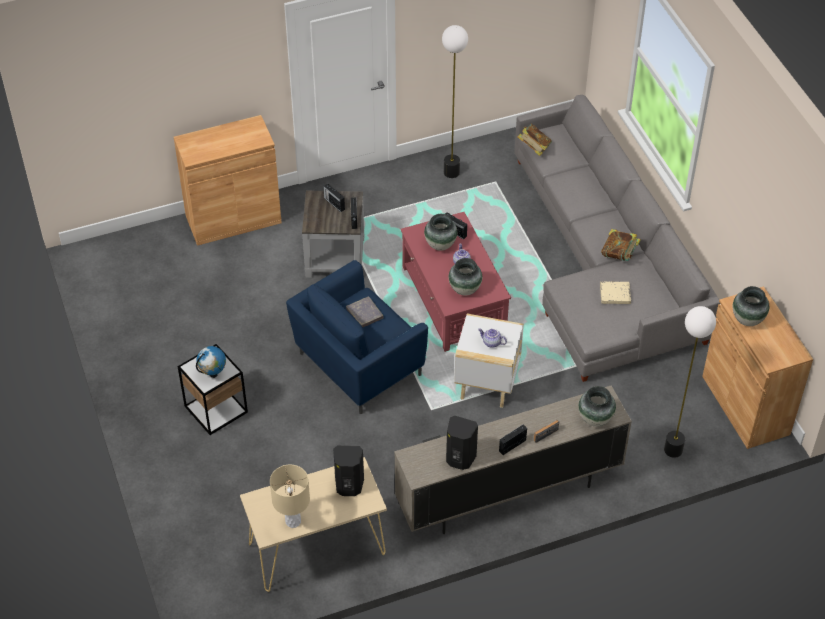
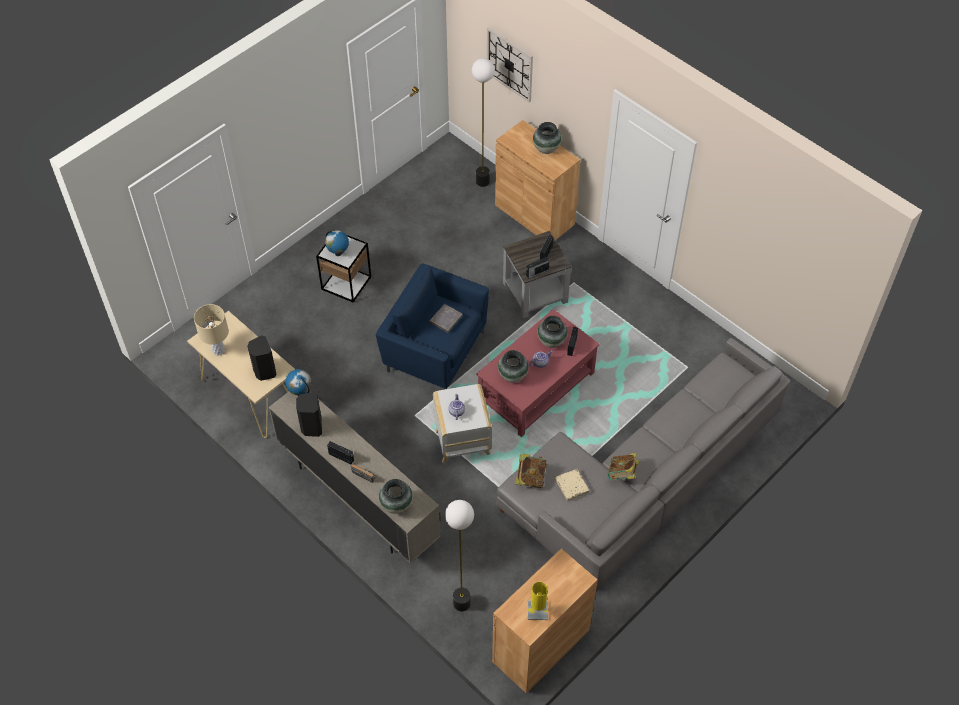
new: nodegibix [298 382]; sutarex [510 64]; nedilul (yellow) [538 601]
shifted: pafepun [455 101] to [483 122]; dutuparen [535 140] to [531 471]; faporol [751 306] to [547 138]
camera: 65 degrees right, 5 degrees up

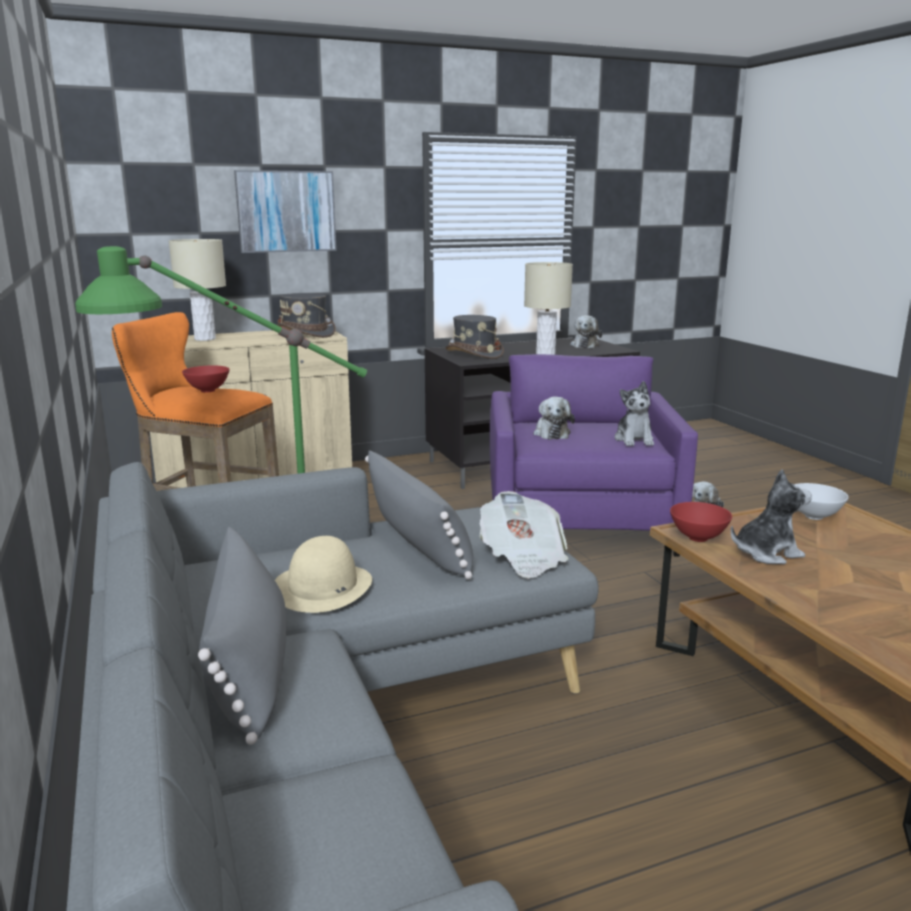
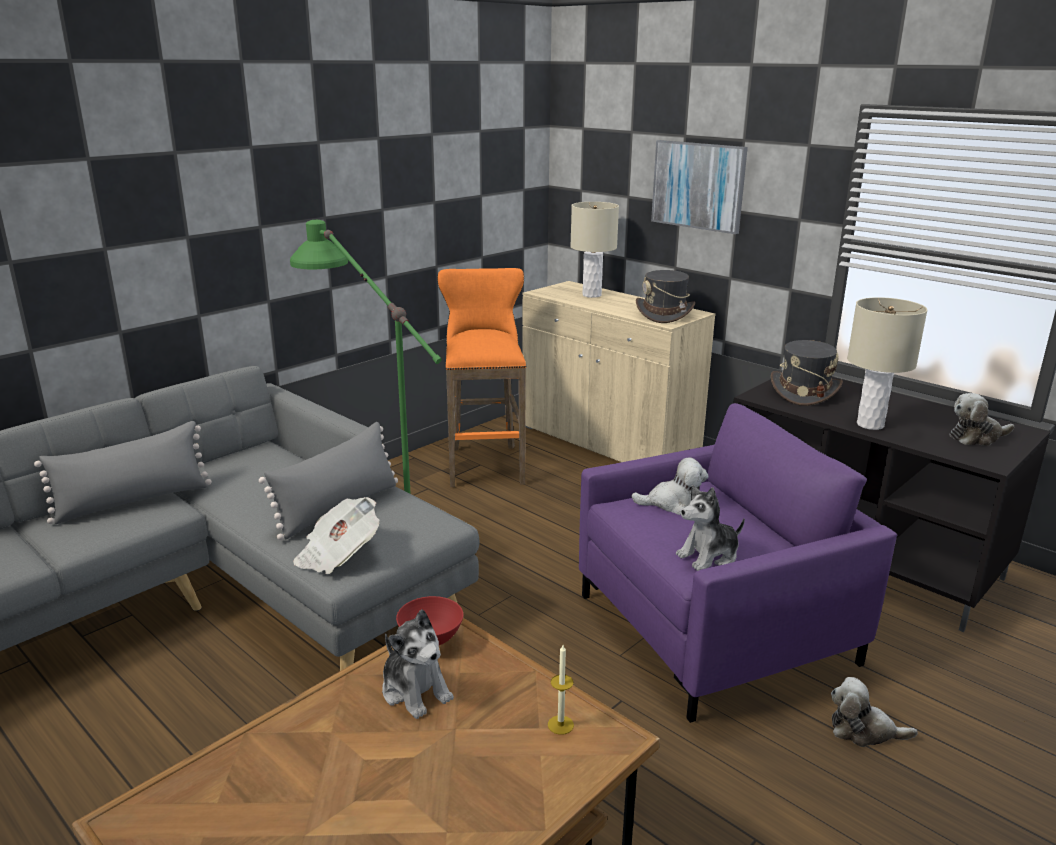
gone: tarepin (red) [206 378]; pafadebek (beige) [323 574]
swapped: tarepin (white) [821 501] to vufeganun [561 690]
rotated: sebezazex [554 418] = [670 486] 150 degrees counterclockwise
camera: 65 degrees right, 5 degrees up

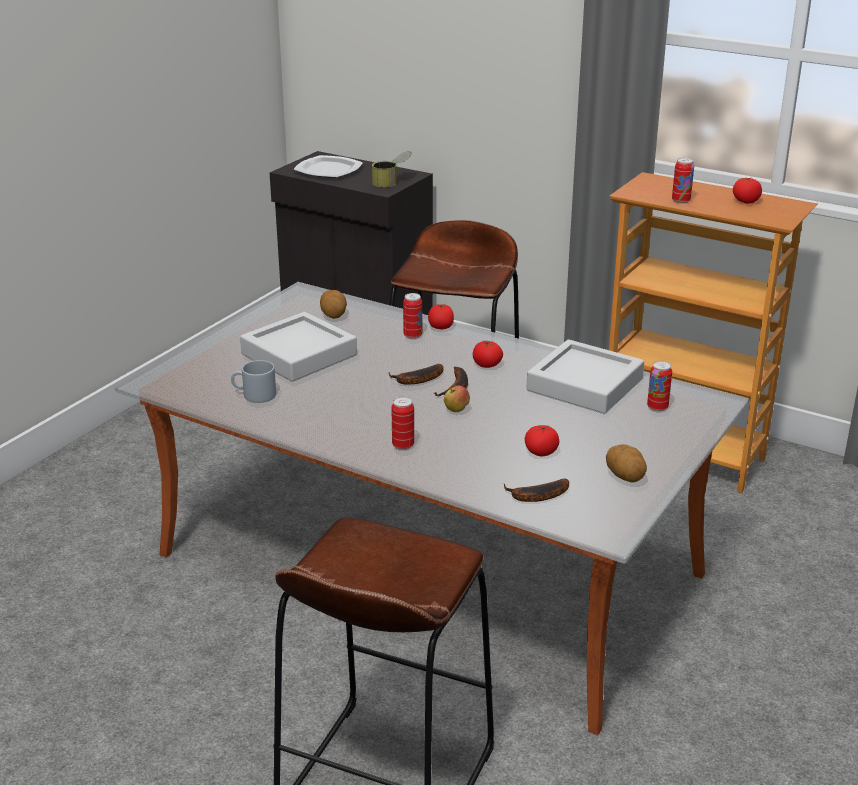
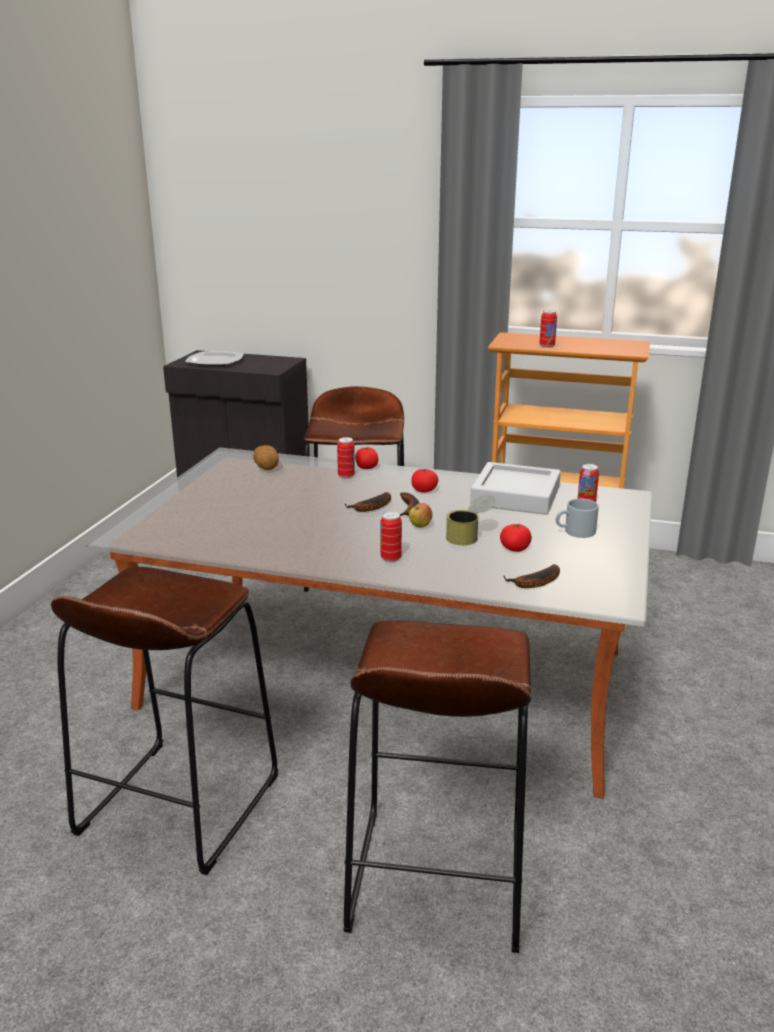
gone: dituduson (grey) [298 346]; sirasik [626 463]; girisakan [747 191]
new: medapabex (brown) [164 721]
shifted: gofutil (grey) [253 381] to [577 518]; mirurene [392 169] to [470 520]
camera: 15 degrees left, 5 degrees down

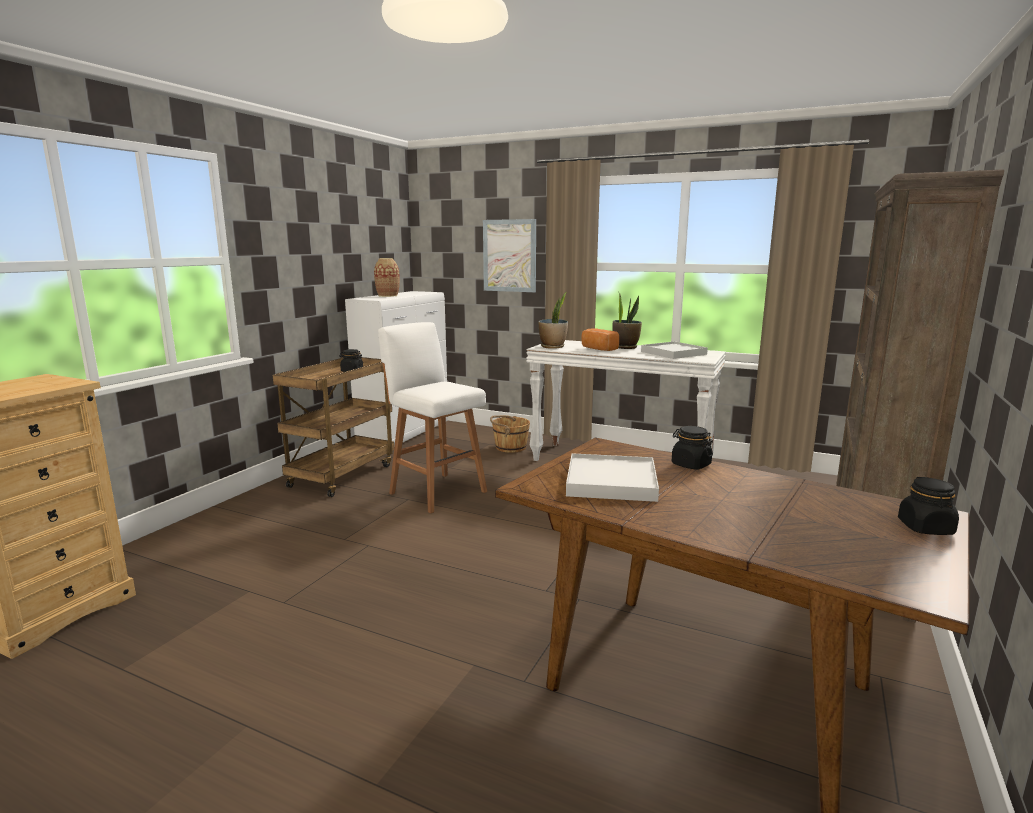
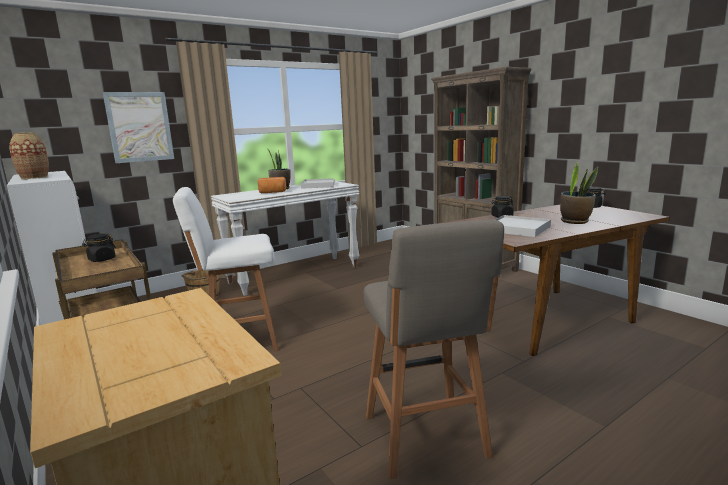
new: medapabex (grey) [434 350]
shifted: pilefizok [553 320] to [579 192]
camera: 60 degrees left, 0 degrees up

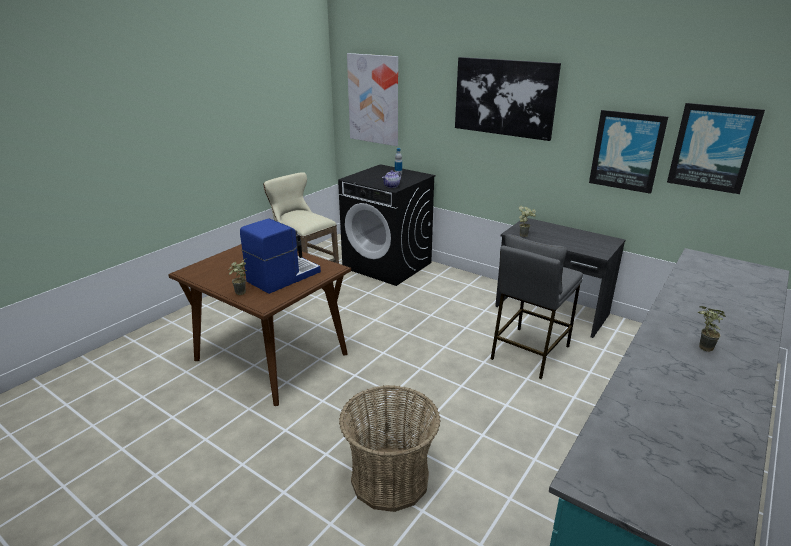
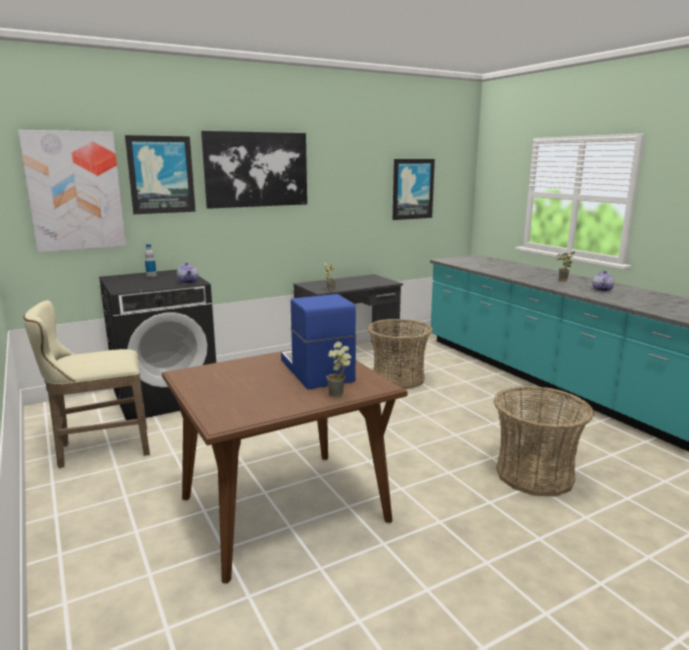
new: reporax [603 281]
shifted: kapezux [628 152] to [160 174]
swapped: medapabex (grey) [537 306] to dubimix [400 354]
camera: 65 degrees left, 10 degrees down

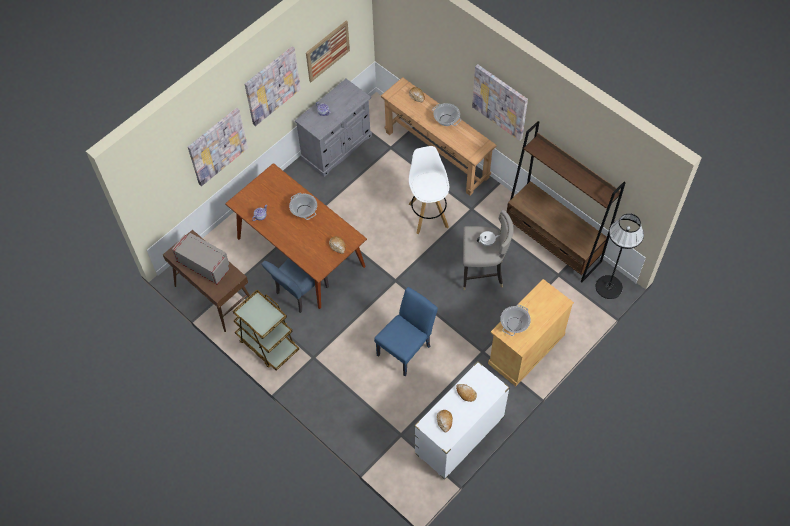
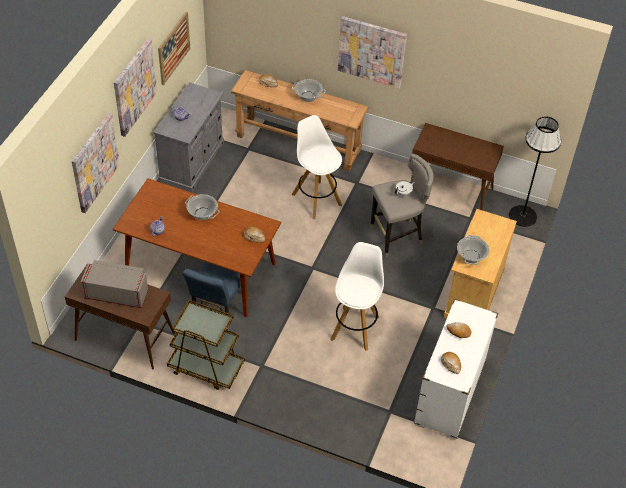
swapped: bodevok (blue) [406 331] to medapabex (white) [357 296]; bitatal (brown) [566 201] to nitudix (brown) [458 166]
camera: 25 degrees left, 10 degrees down

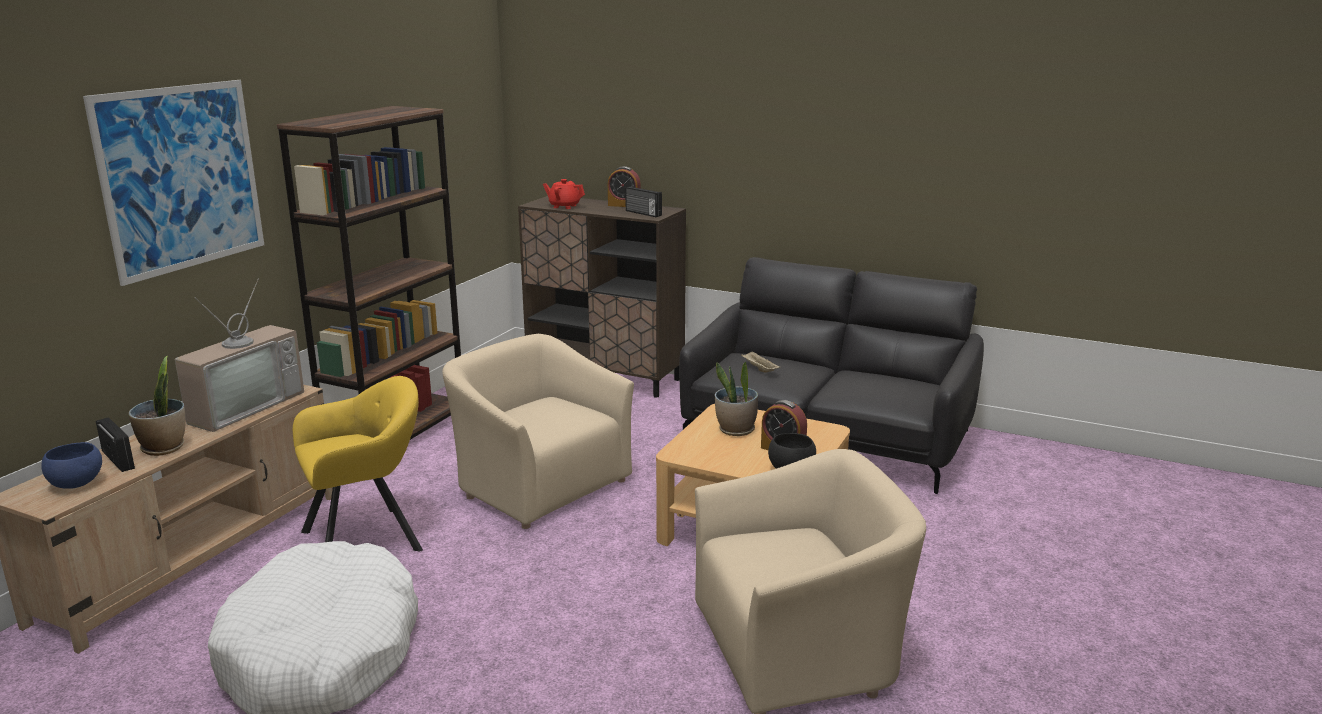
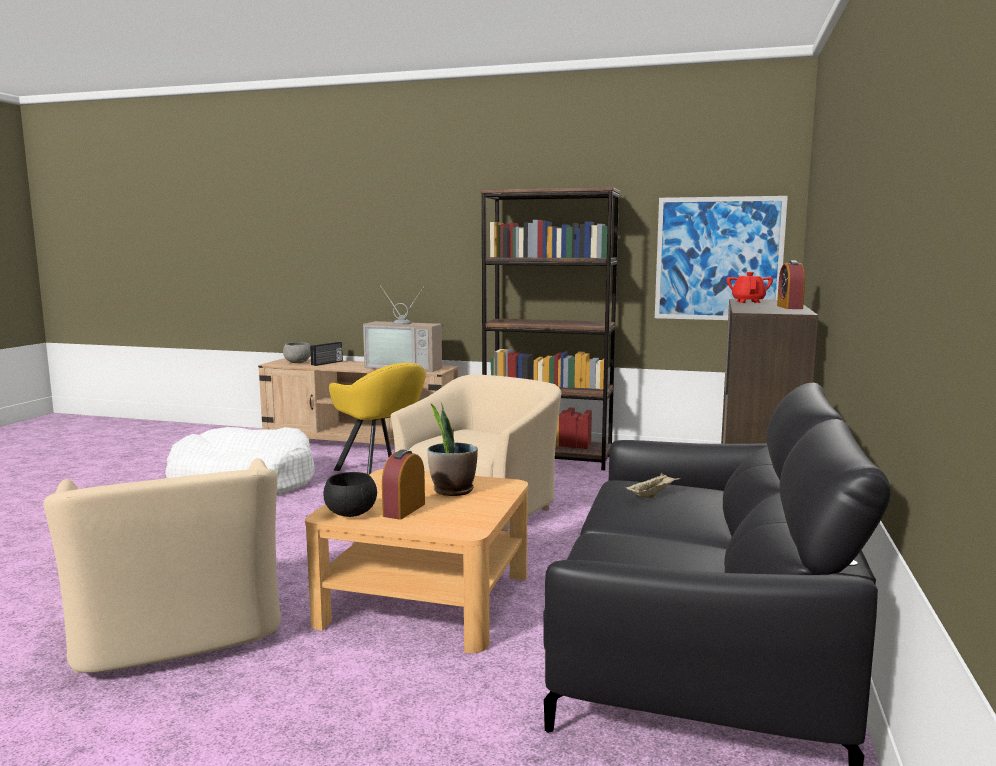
gone: pilefizok [157 406]; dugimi [643 201]
shifted: kapezux [173 183] to [721 258]
repainted: tarepin (blue) [71 465] to tarepin (grey) [297 352]
camera: 80 degrees right, 10 degrees down

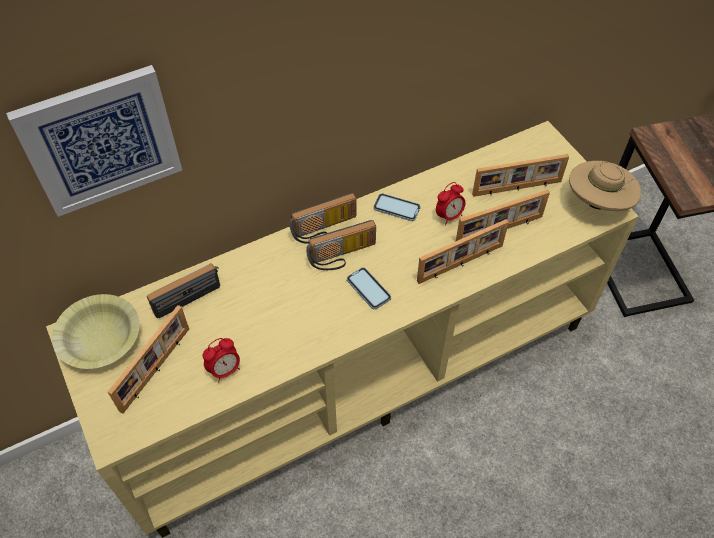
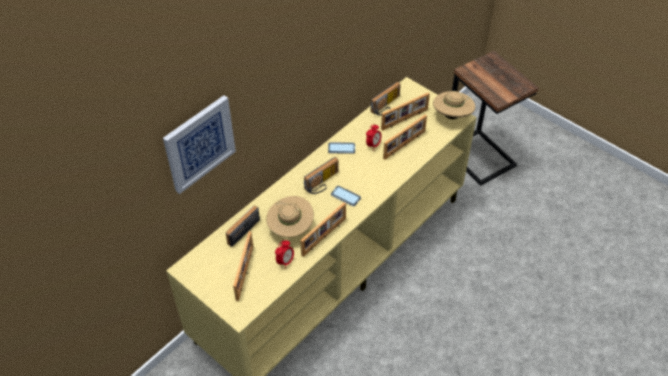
gone: tarepin (yellow) [96 331]
new: pafadebek (beige) [290 216]
shifted: dugimi [323 218] to [386 98]; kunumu [463 251] to [323 229]
camera: 20 degrees left, 5 degrees down

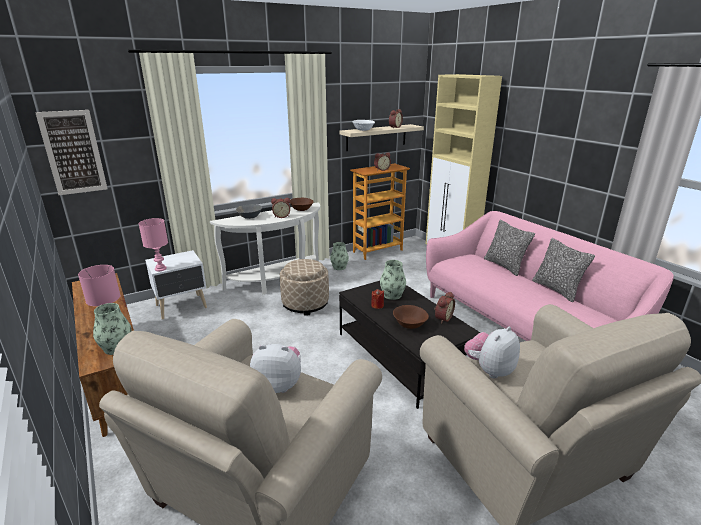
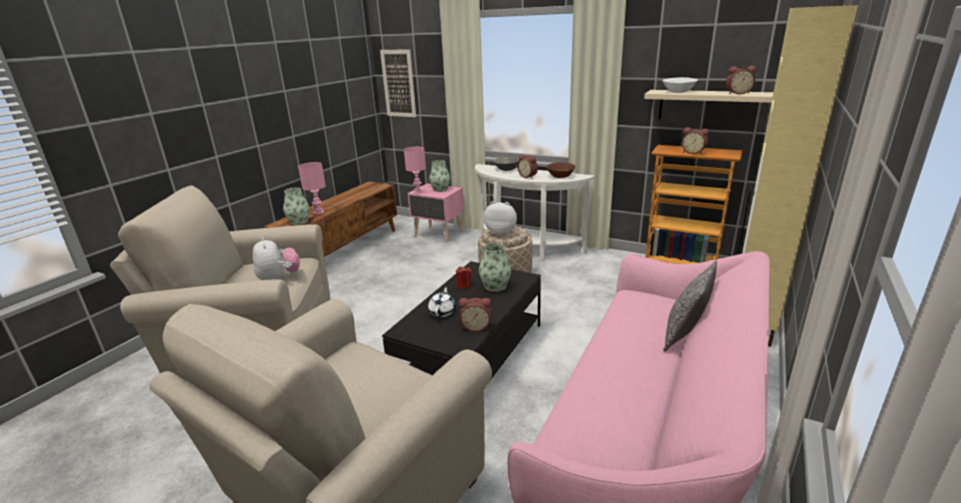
gone: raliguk [563 270]
shifted: faporol [339 256] to [439 176]; sebezazex [492 353] to [500 218]
swapped: tarepin (brown) [411 317] to reporax (white) [442 301]
repainted: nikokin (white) [176 285] to nikokin (pink) [436 213]
camera: 60 degrees right, 0 degrees up

